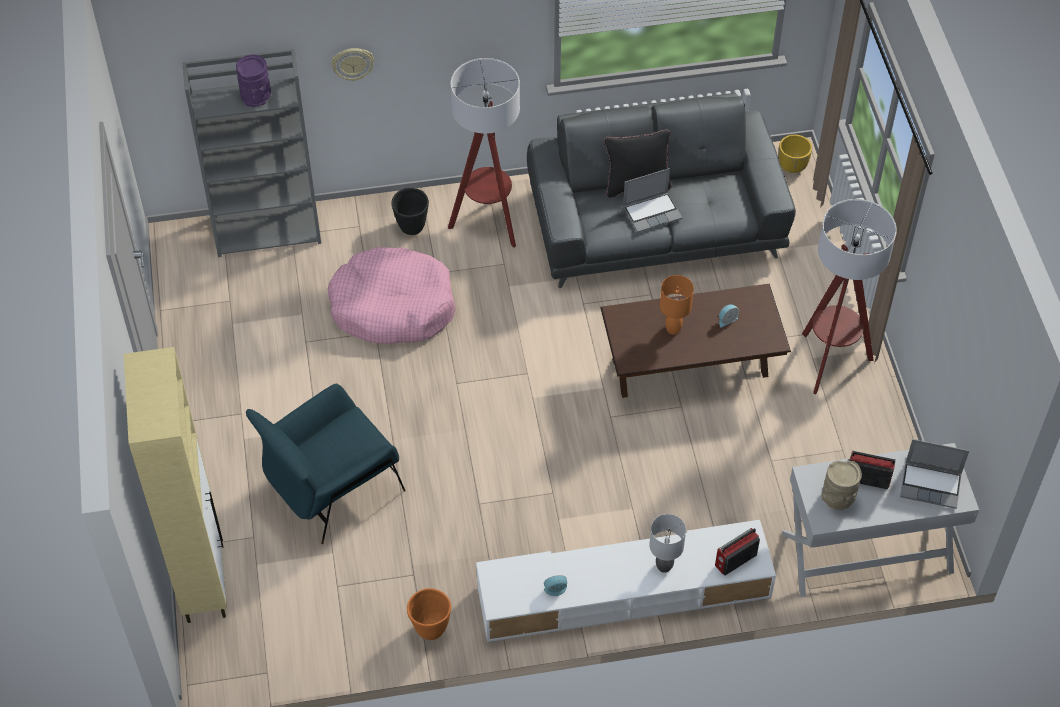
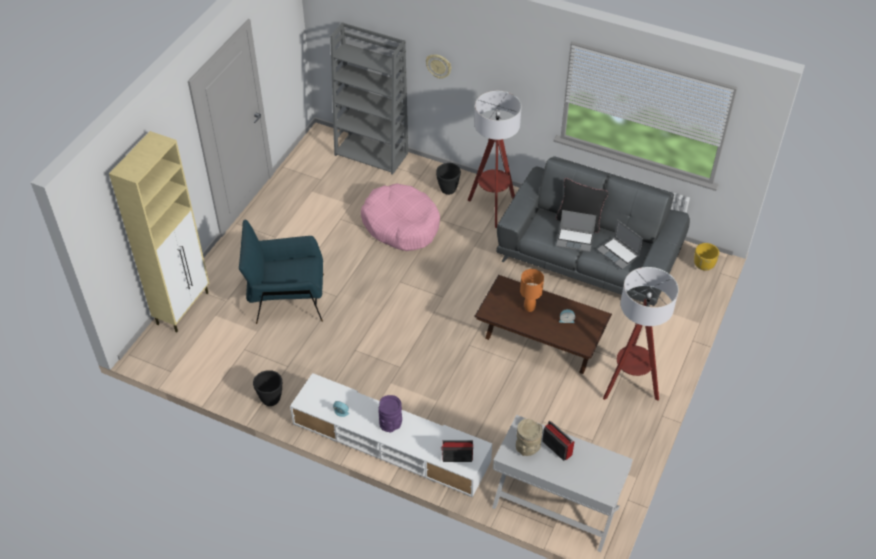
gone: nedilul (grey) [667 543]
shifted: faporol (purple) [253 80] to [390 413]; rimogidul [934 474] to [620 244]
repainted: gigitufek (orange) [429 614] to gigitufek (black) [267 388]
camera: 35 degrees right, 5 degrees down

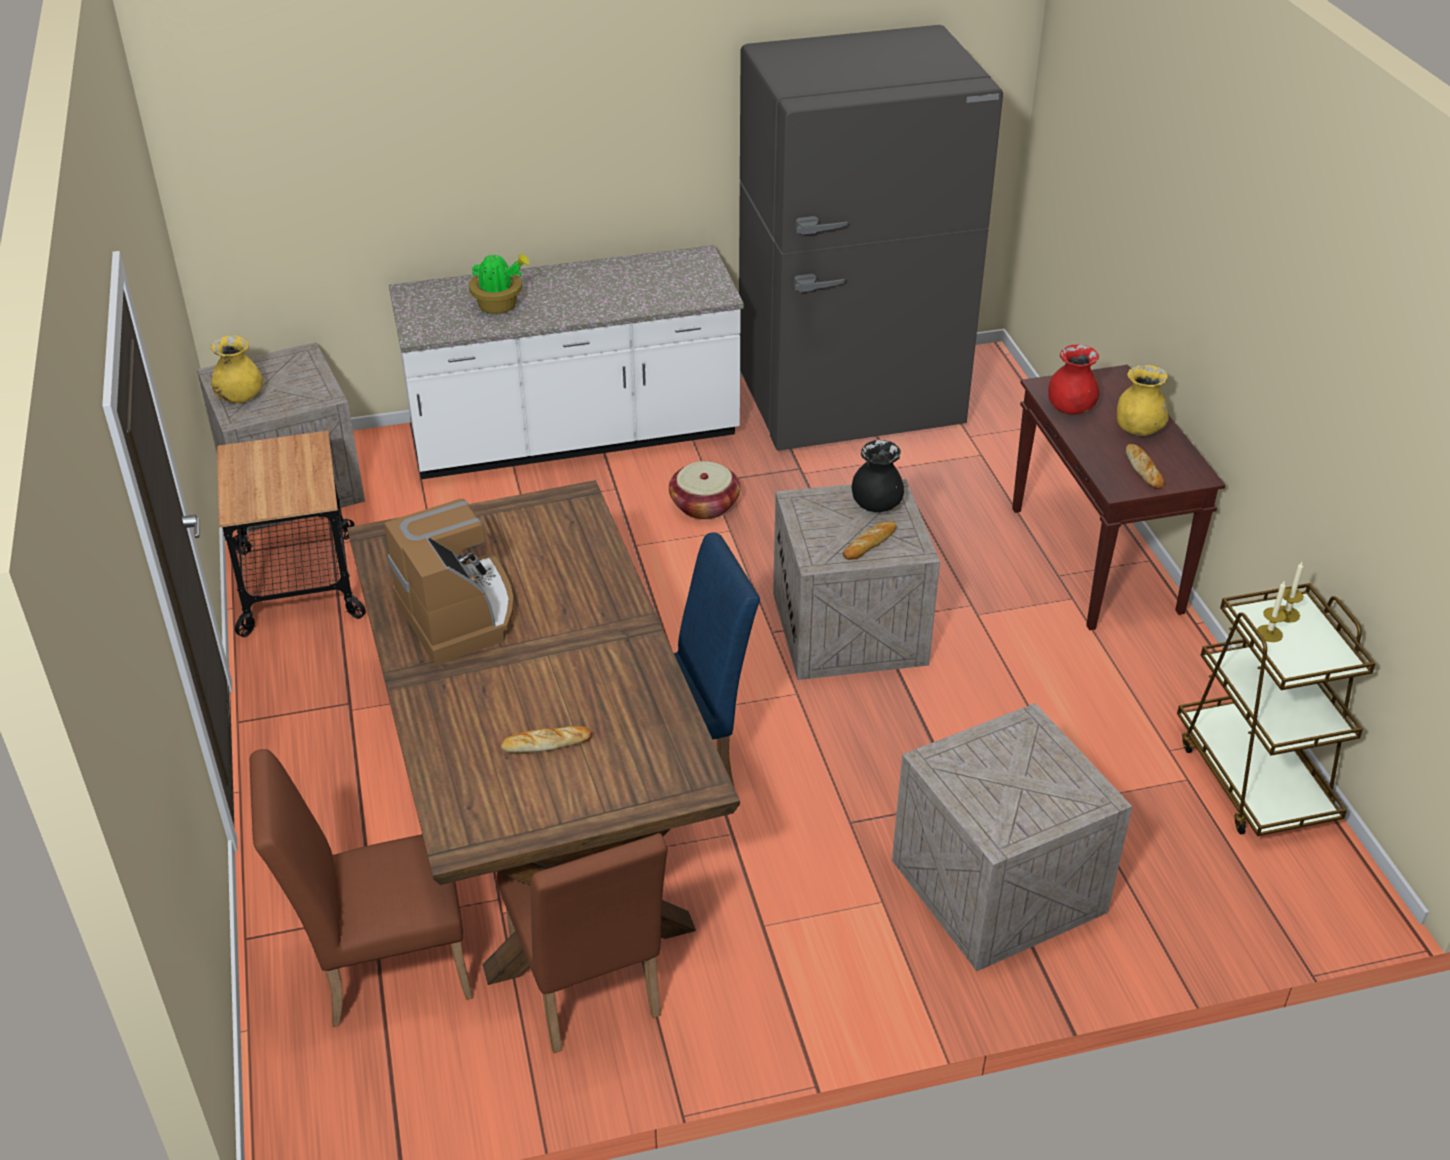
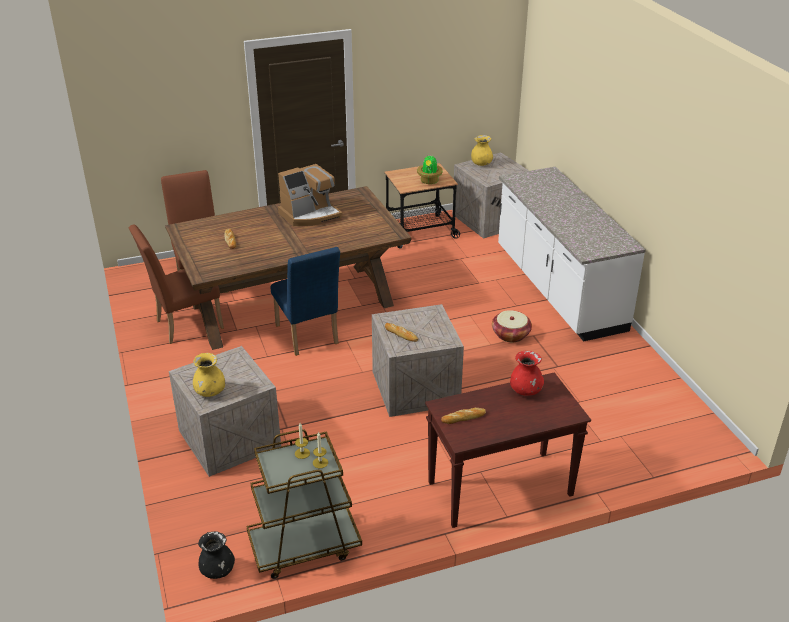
gone: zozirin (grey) [871 238]
shifted: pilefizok [499 282] to [430 169]; faporol (black) [878 476] to [216 555]; faporol (yellow) [1143 400] to [209 375]
camera: 85 degrees right, 5 degrees down

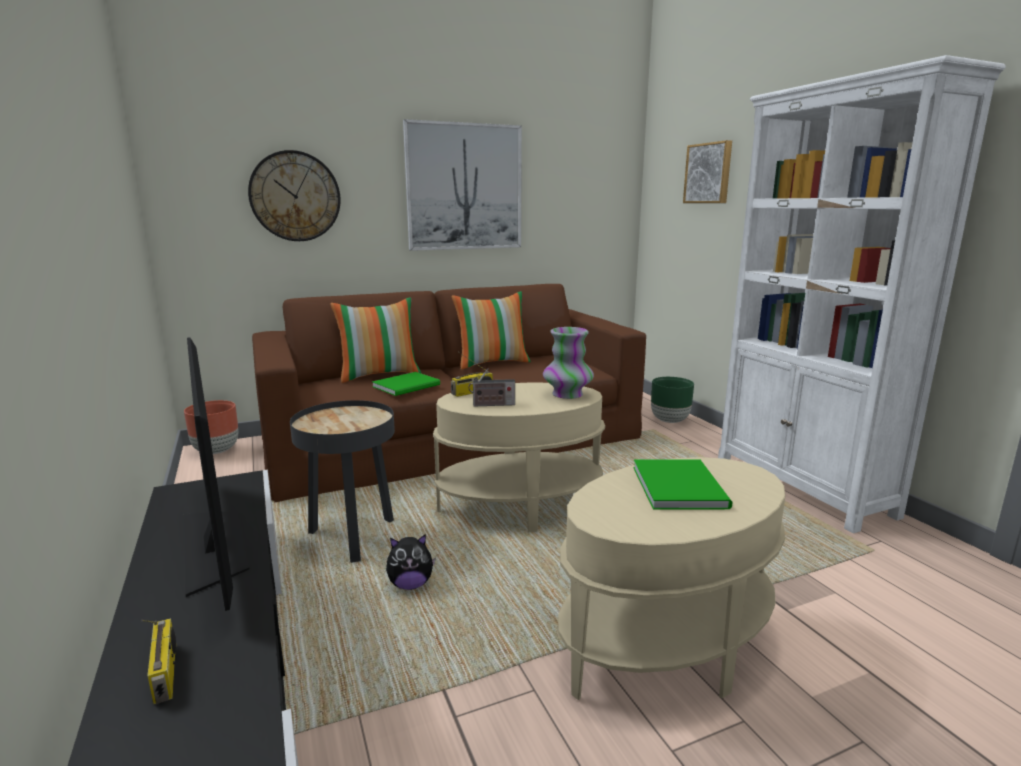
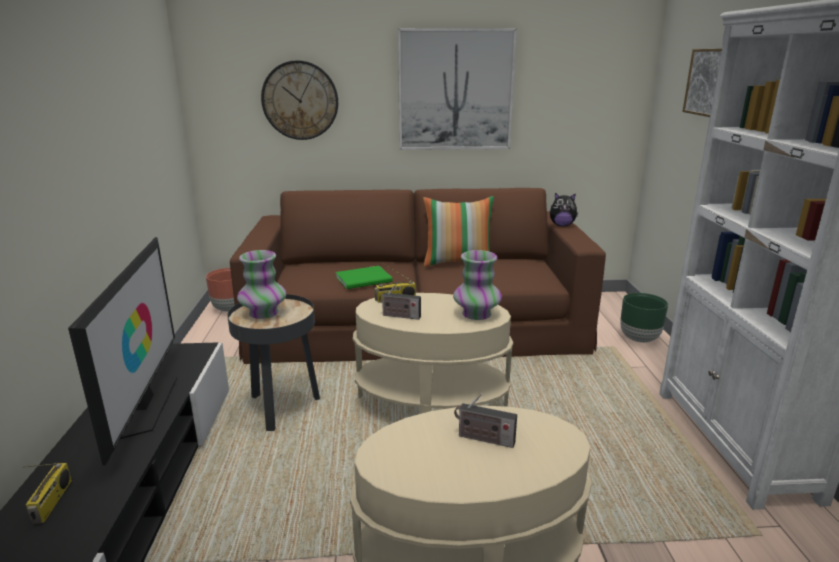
gone: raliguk [375 340]
new: faporol [261 284]
shifted: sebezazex [411 562] to [564 209]
swapped: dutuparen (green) [683 485] to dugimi [485 421]
camera: 20 degrees right, 5 degrees up

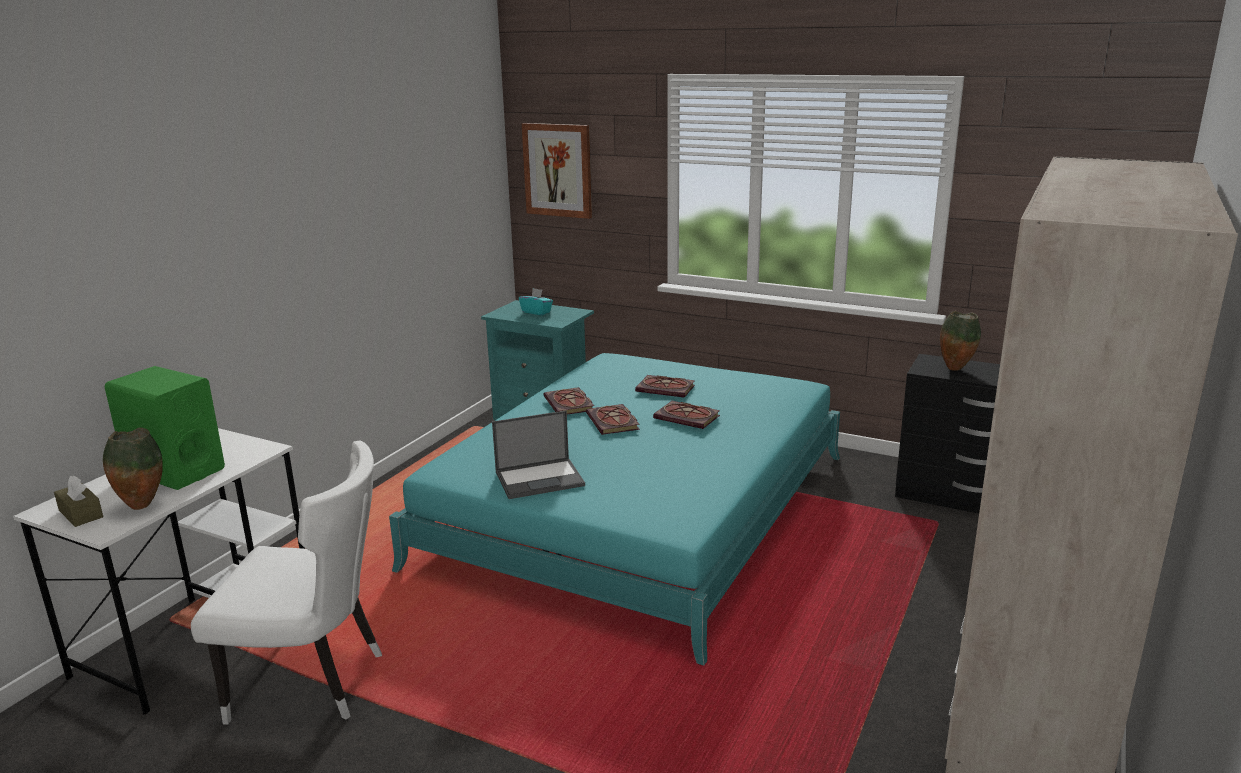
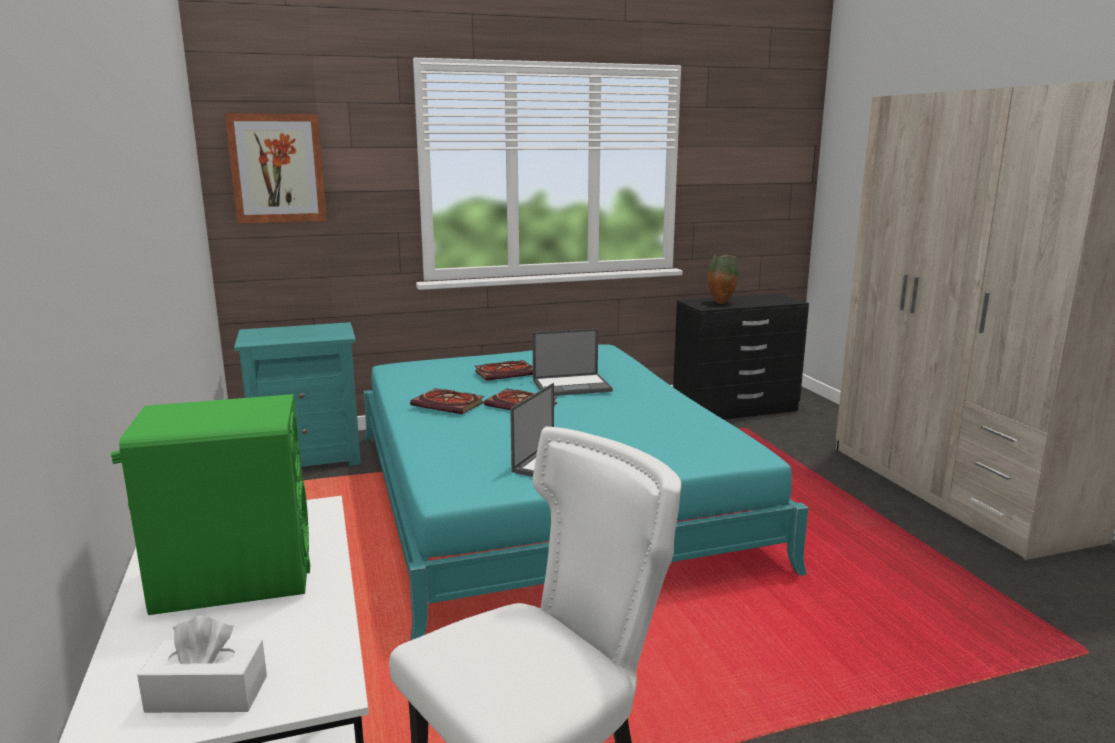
gone: faporol [133 468]; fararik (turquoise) [536 301]
swapped: dutuparen [686 415] to rimogidul [573 362]
repainted: fararik (brown) [78 501] to fararik (white) [202 664]
camera: 45 degrees left, 5 degrees down

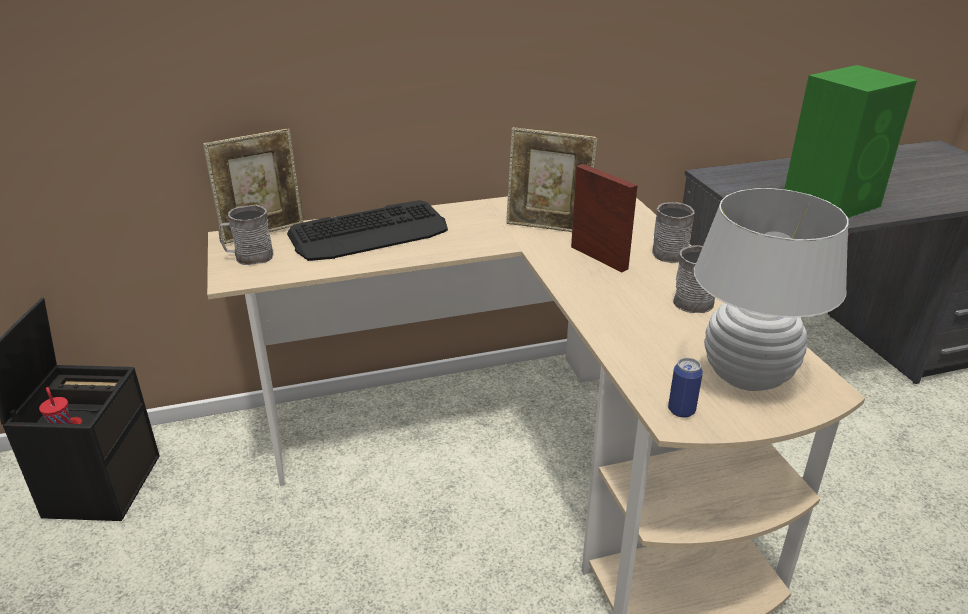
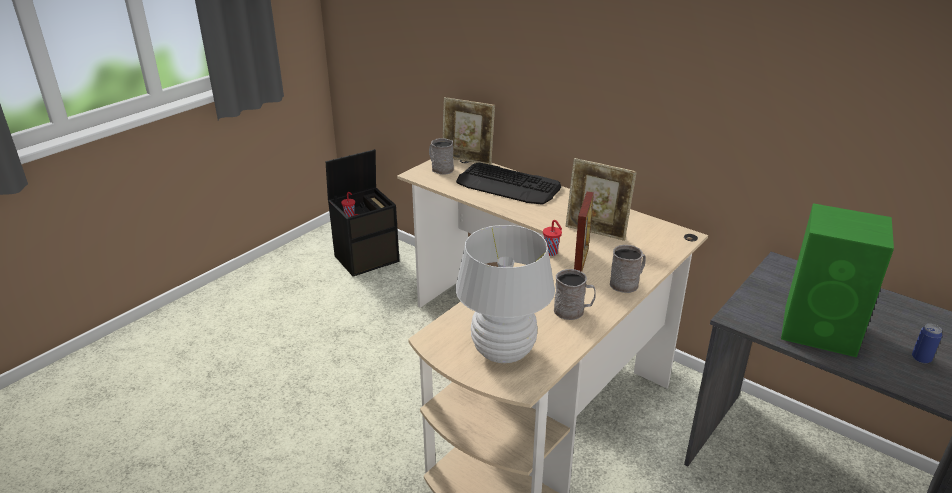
new: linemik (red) [552 238]
shifted: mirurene [685 388] to [927 344]
rotated: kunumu [552 179] = [601 199] 45 degrees counterclockwise
camera: 55 degrees right, 0 degrees up

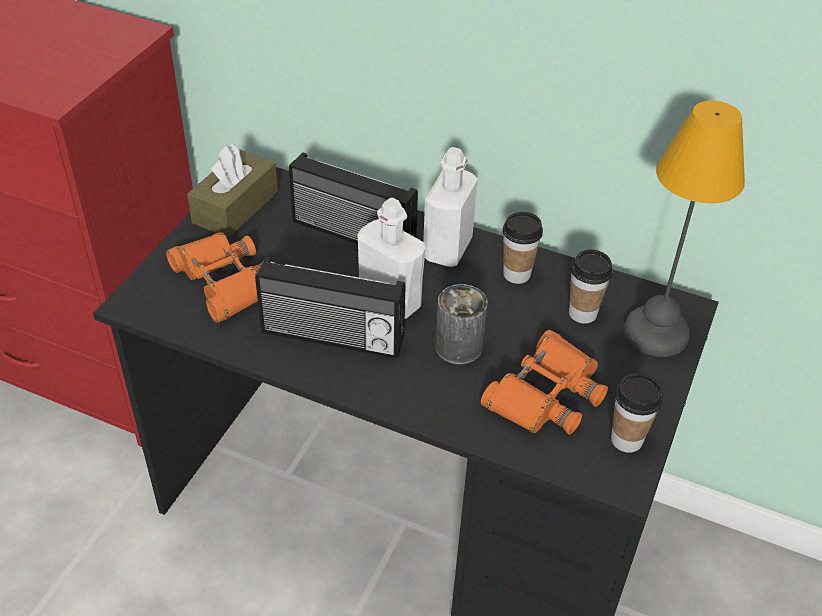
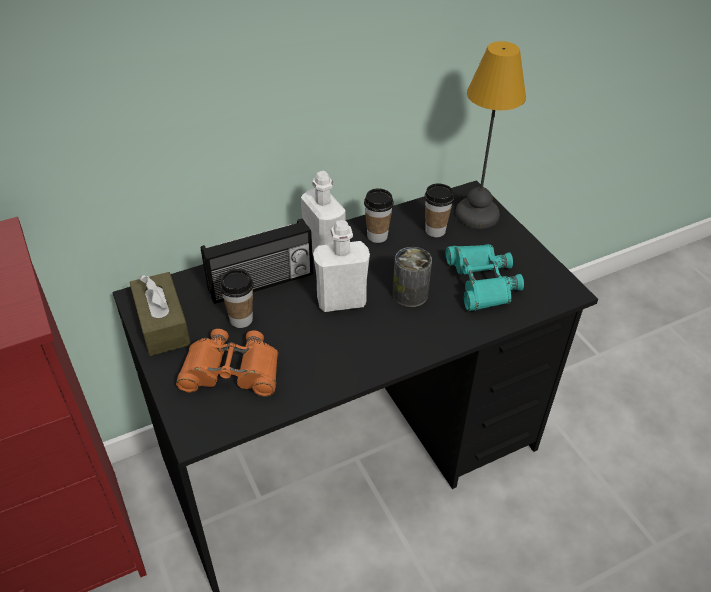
gone: dugimi [330 308]
shifted: linemik [637 413] to [237 298]
repainted: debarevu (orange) [544 382] to debarevu (turquoise) [485 277]
camera: 50 degrees left, 0 degrees up

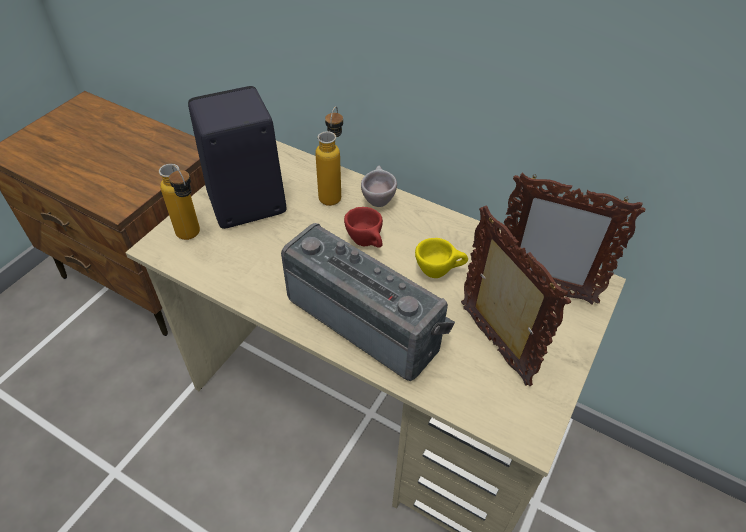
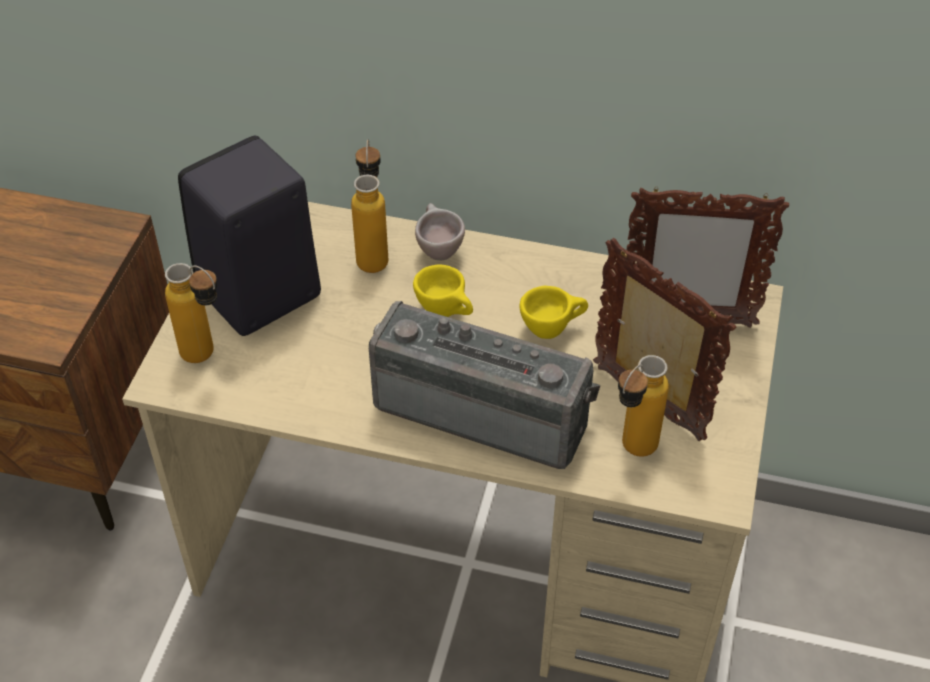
new: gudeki [643 406]
repainted: linemik (red) [363 227] to linemik (yellow) [443 291]
camera: 15 degrees left, 0 degrees up

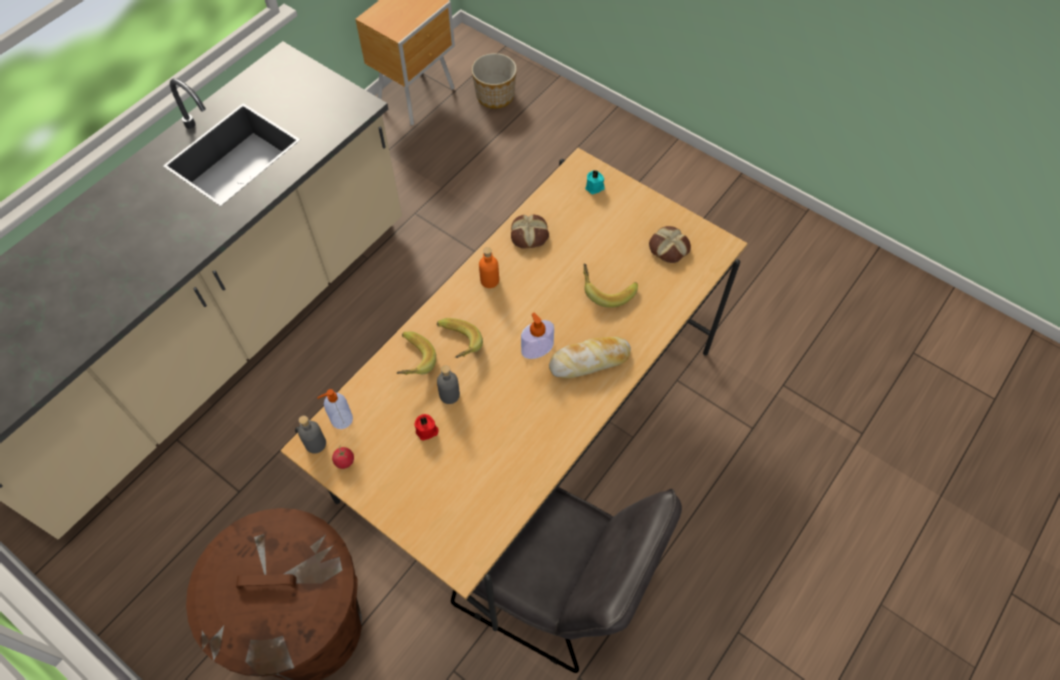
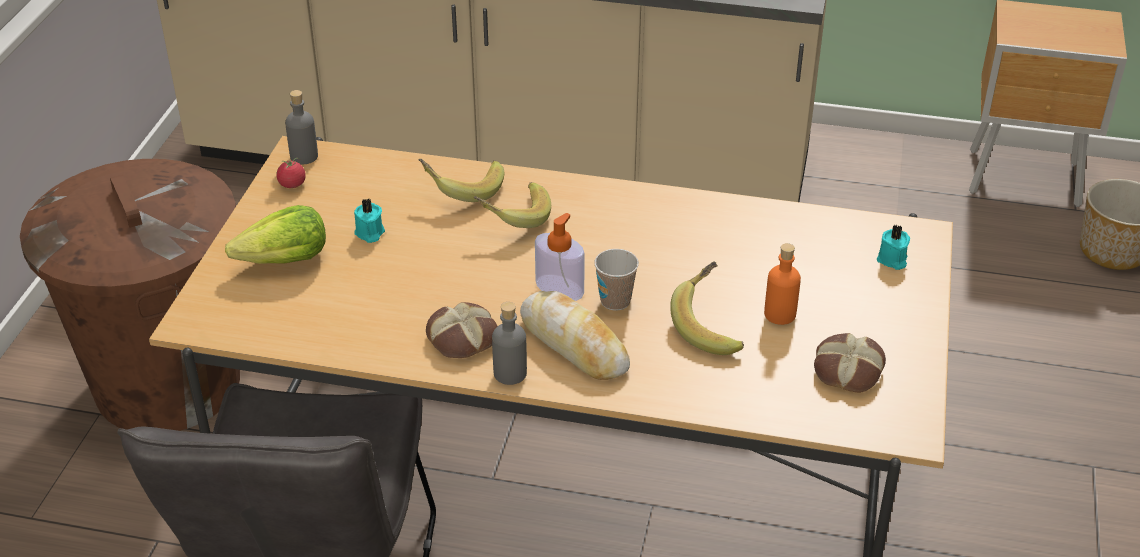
gone: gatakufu [335 409]
new: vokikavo [275 234]; linemik [616 280]
shifted: gudeki (grey) [448 384] to [509 343]; gudeki (orange) [489 267] to [782 284]; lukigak [530 232] to [461 330]
repainted: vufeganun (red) [426 427] to vufeganun (turquoise) [369 221]
camera: 65 degrees right, 20 degrees down

